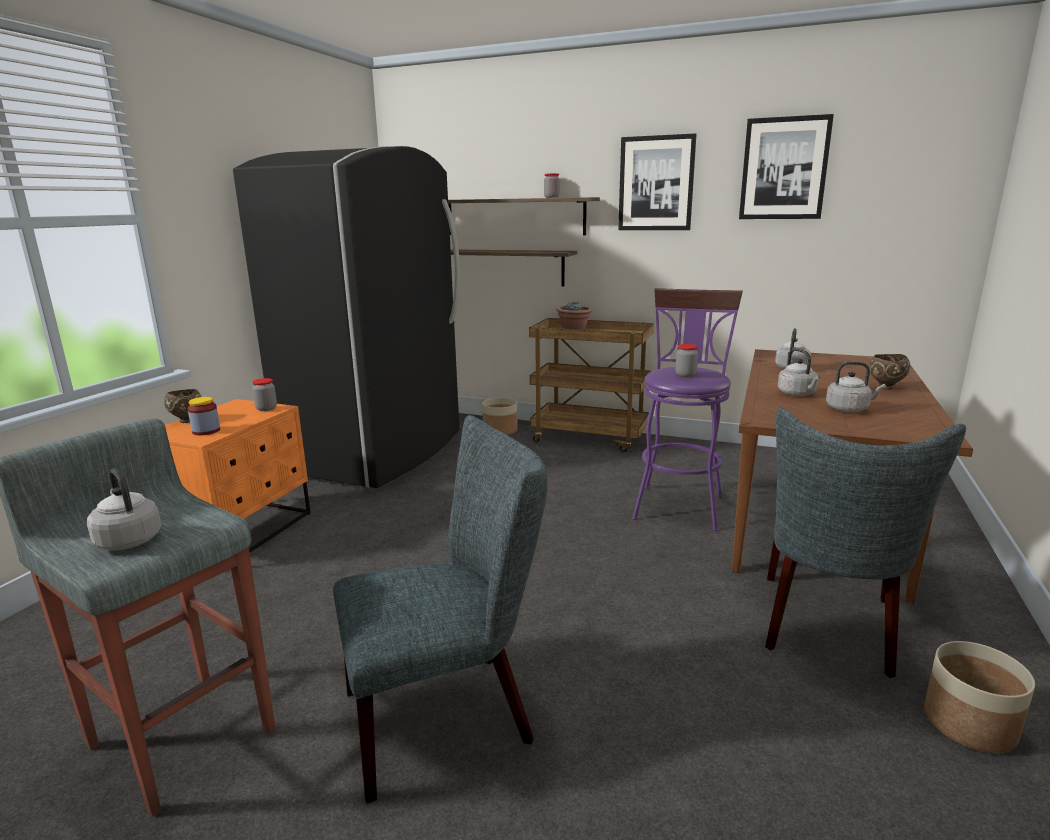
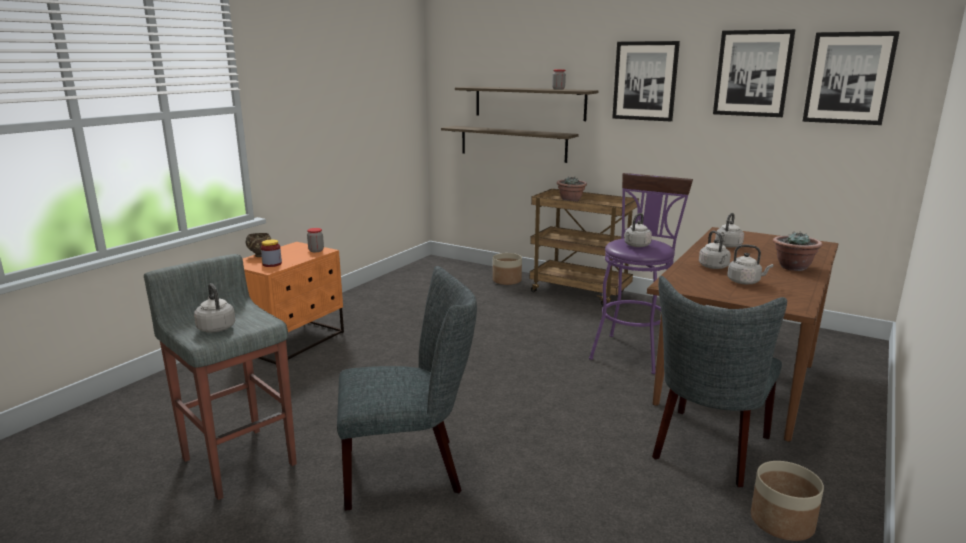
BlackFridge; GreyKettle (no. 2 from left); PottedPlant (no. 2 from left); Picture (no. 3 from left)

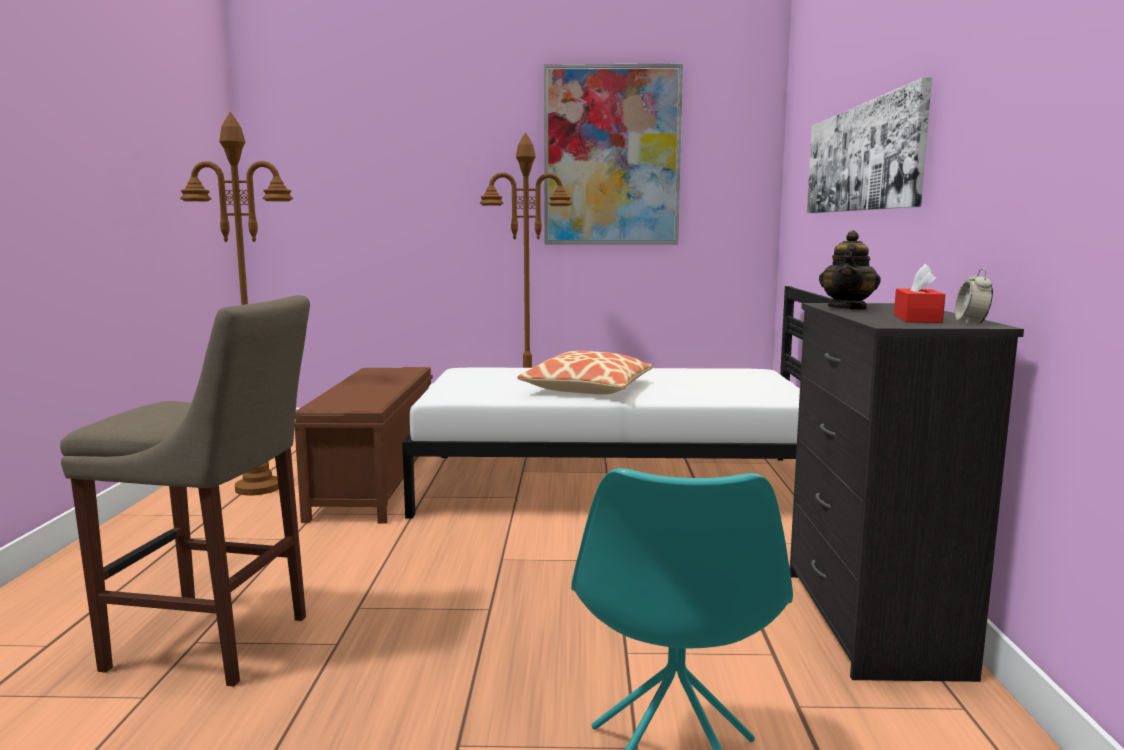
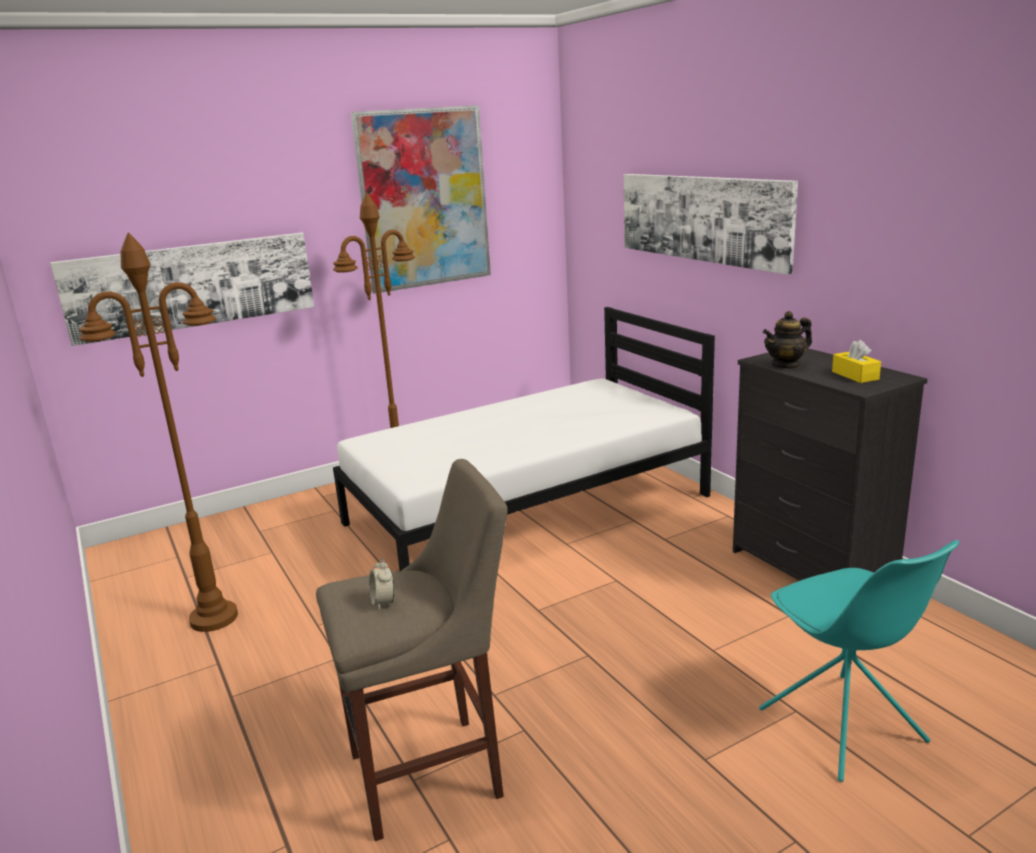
BrownBench; Pillow; Teapot; YellowTissueBox; AlarmClock; Picture (no. 1 from left)

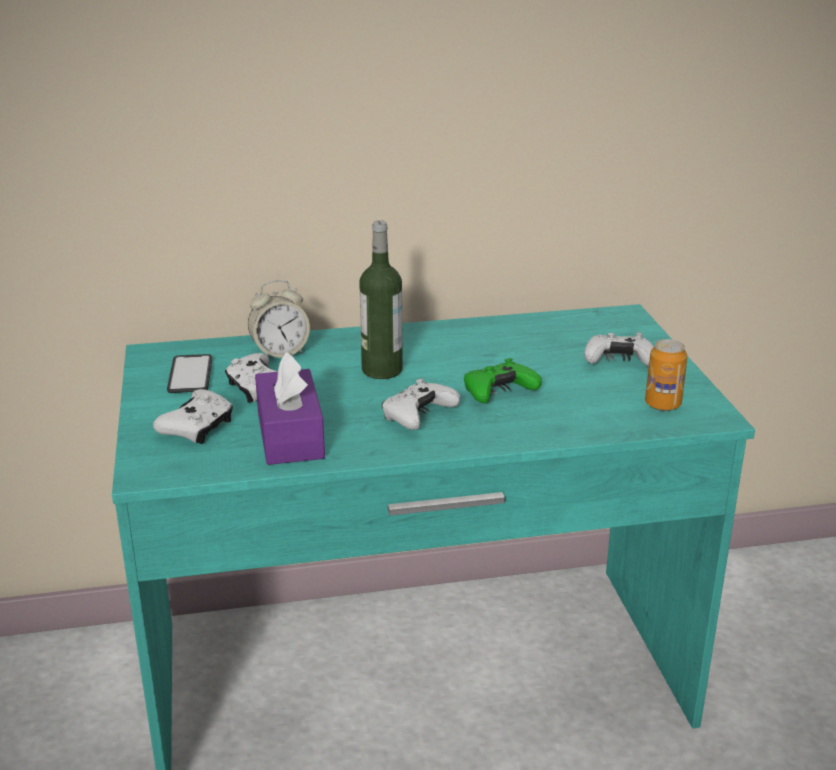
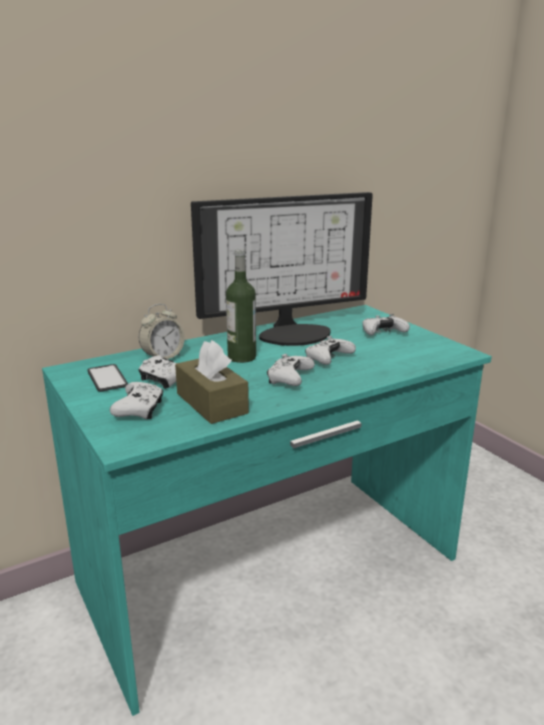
BrownTissueBox; WhiteGameController (no. 4 from left); Can; Monitor

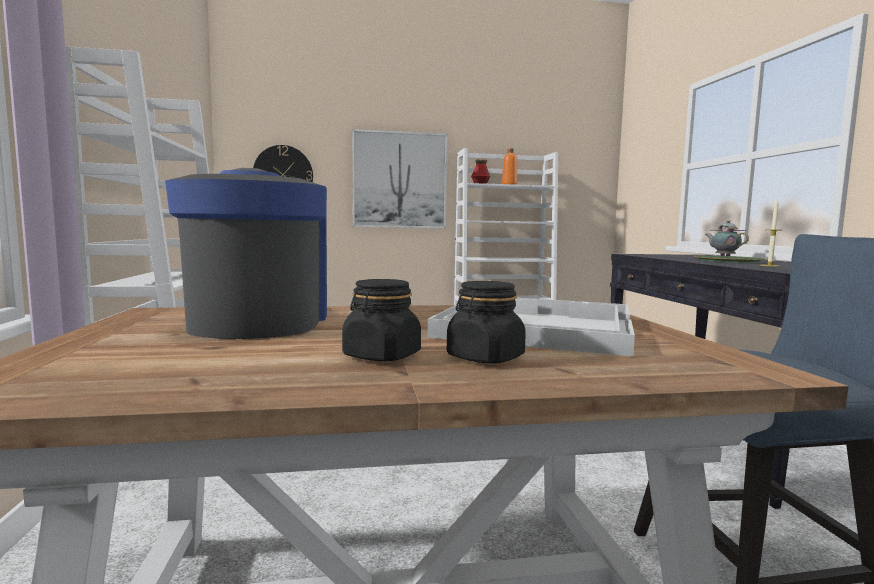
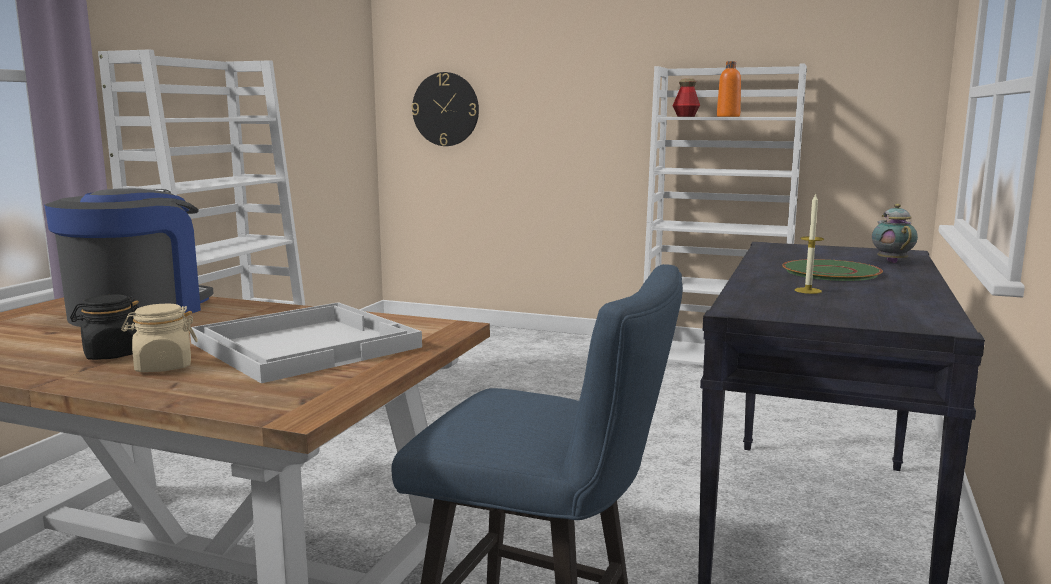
Picture; BeigeJar

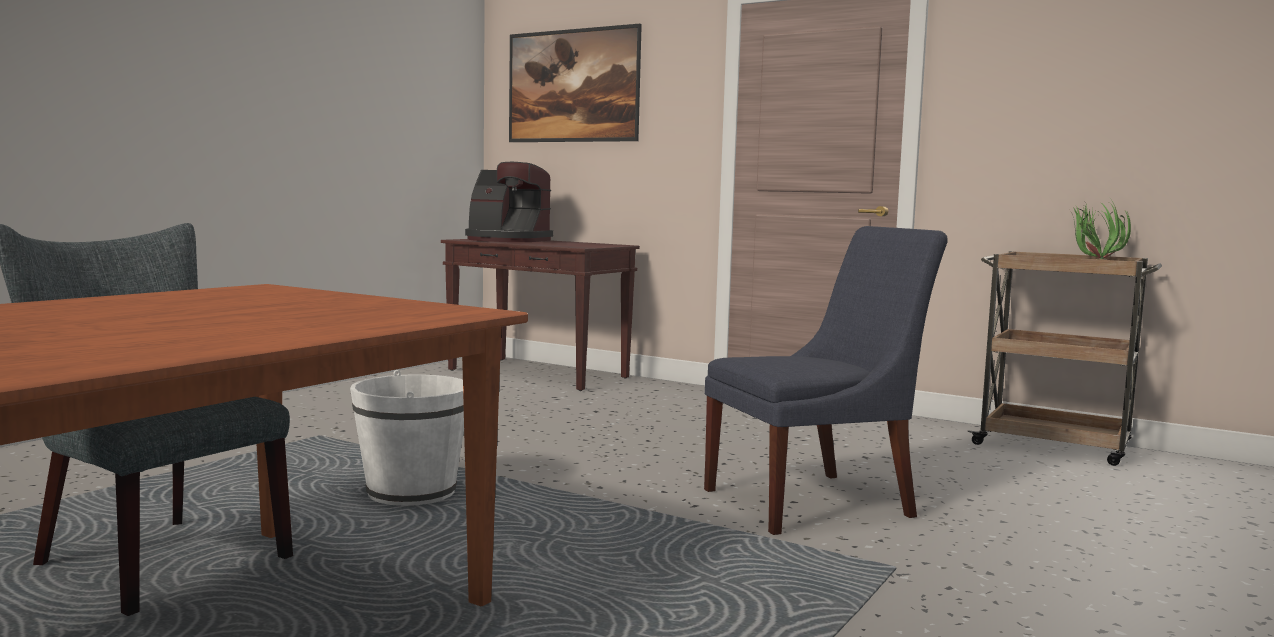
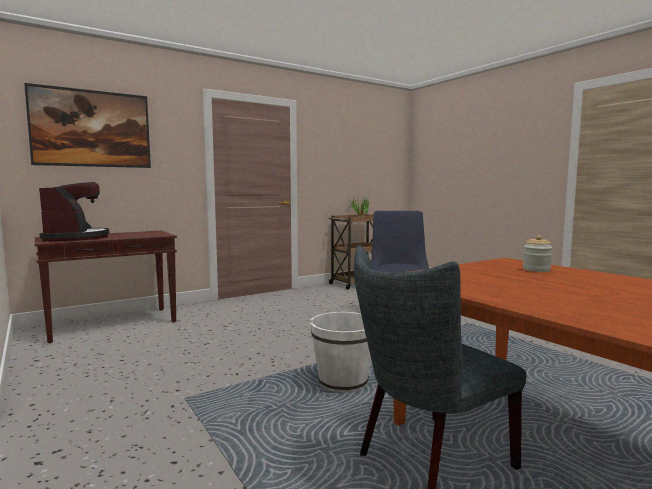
CoffeeMachine; Jar

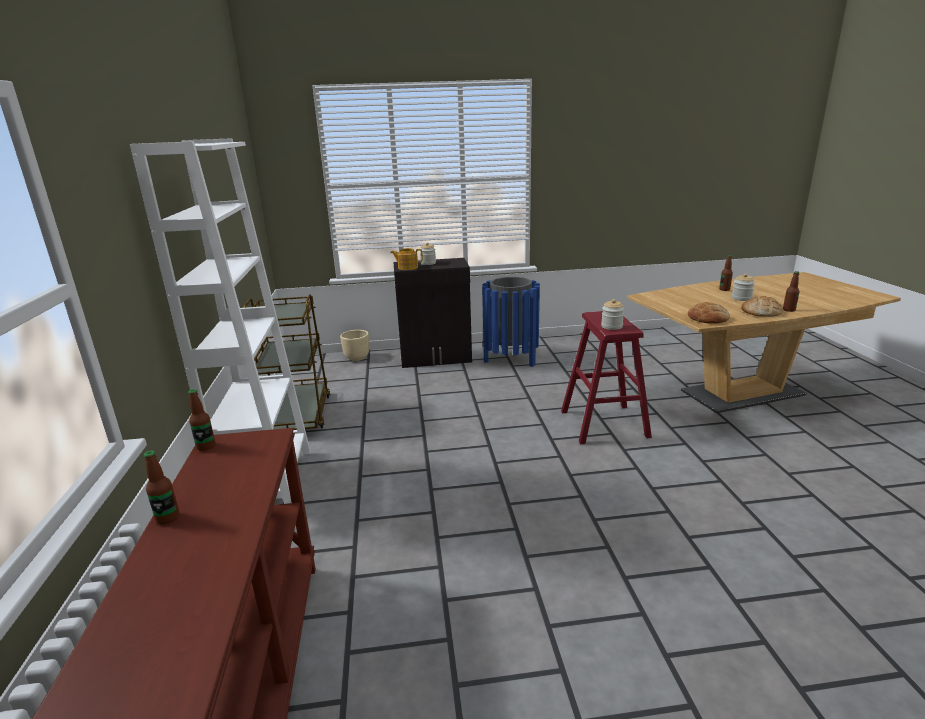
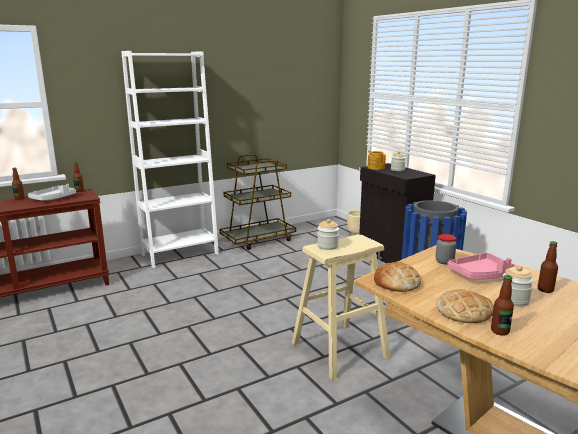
BeigeStool; GreyTray; Jar (no. 3 from left); PinkTray

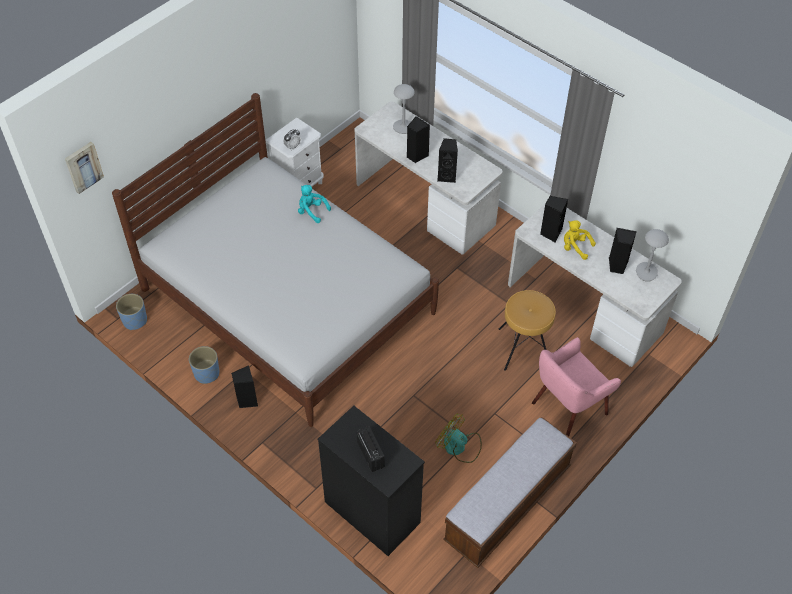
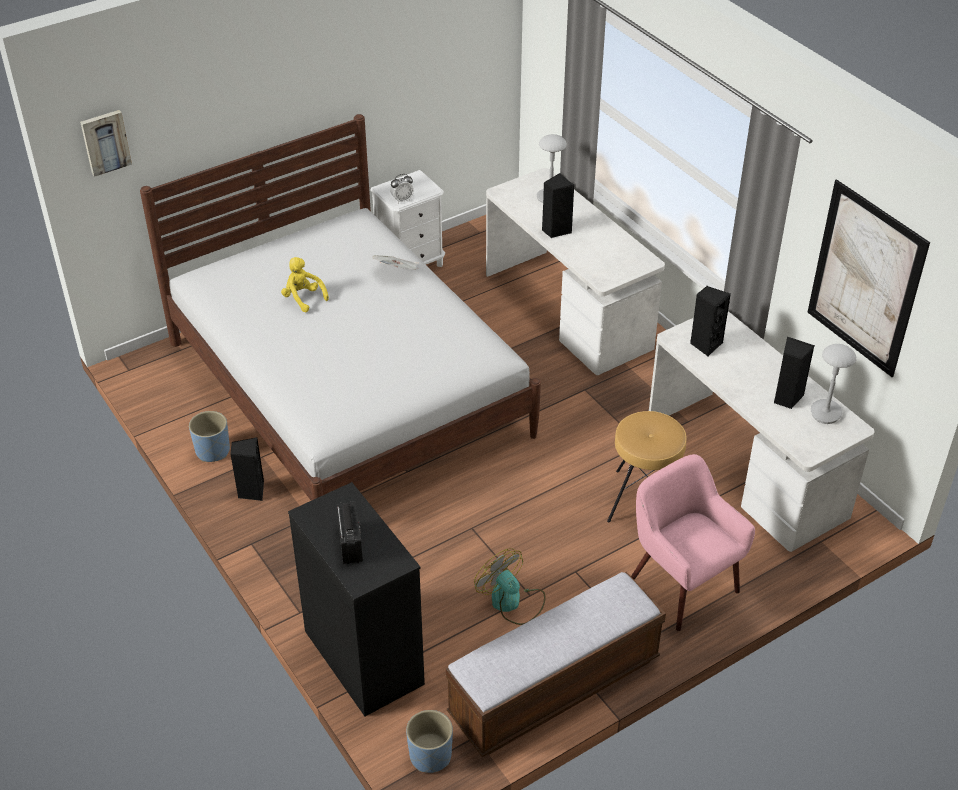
BluePlanter (no. 2 from left); Newspaper; BlackSpeaker (no. 3 from left in the first image); PinkArmchair; YellowPlushToy; Picture (no. 2 from left)

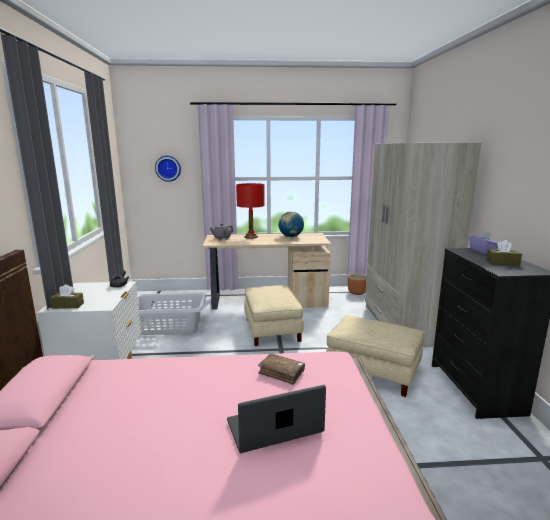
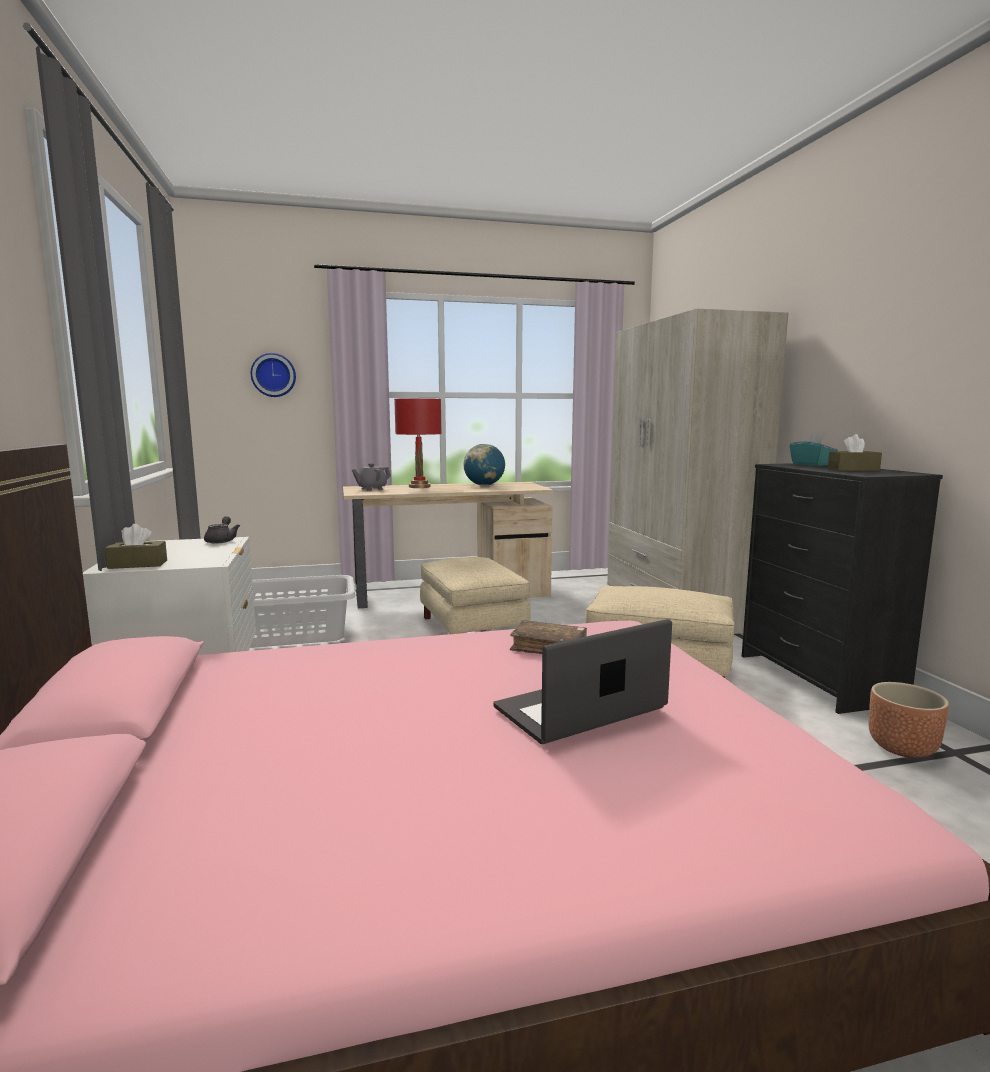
BrownPlanter; TurquoiseTissueBox

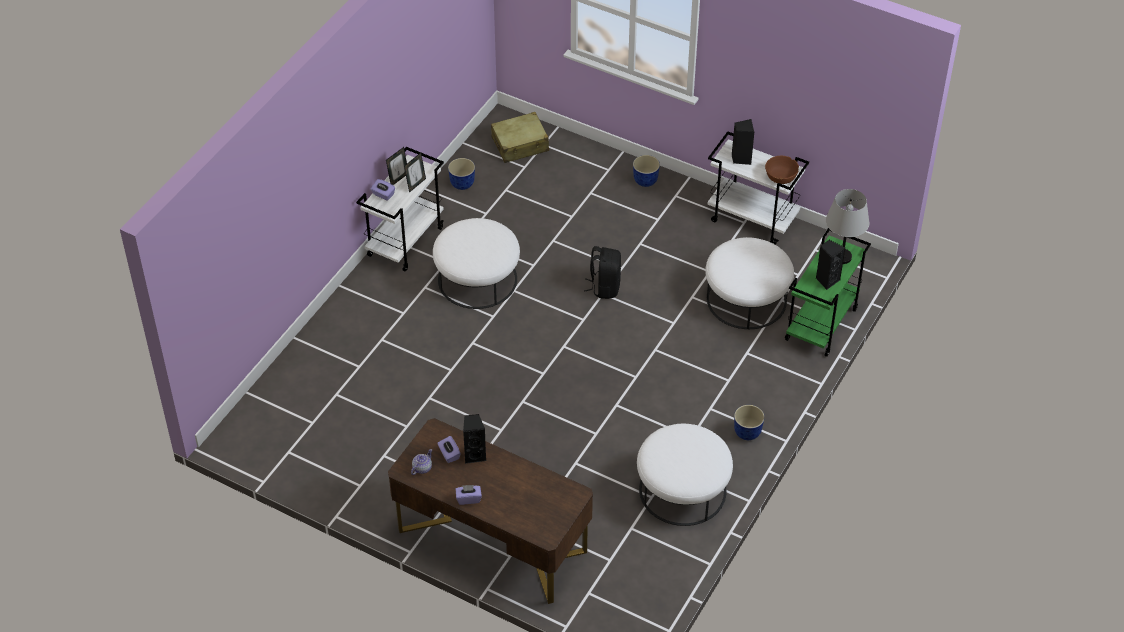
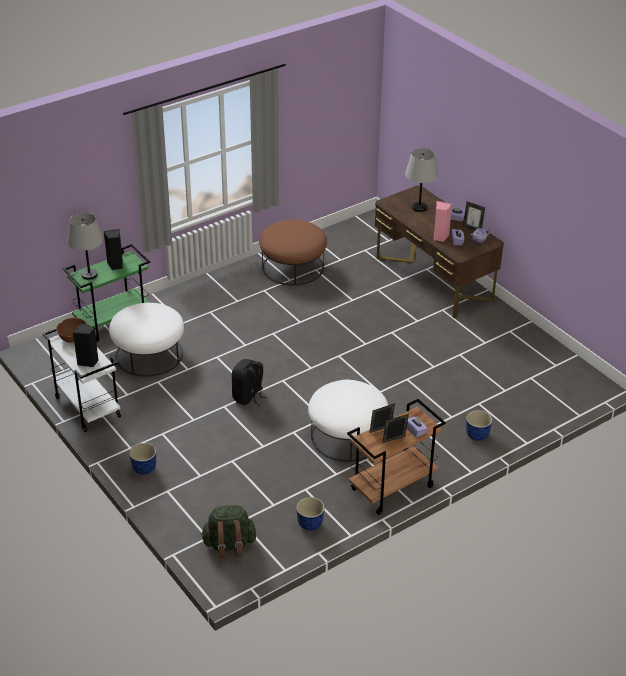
BrownCart; PinkSpeaker; GreenBackpack; BrownOttoman; Planter (no. 3 from left); GreyTableLamp (no. 2 from left); PictureFrame (no. 3 from left)

